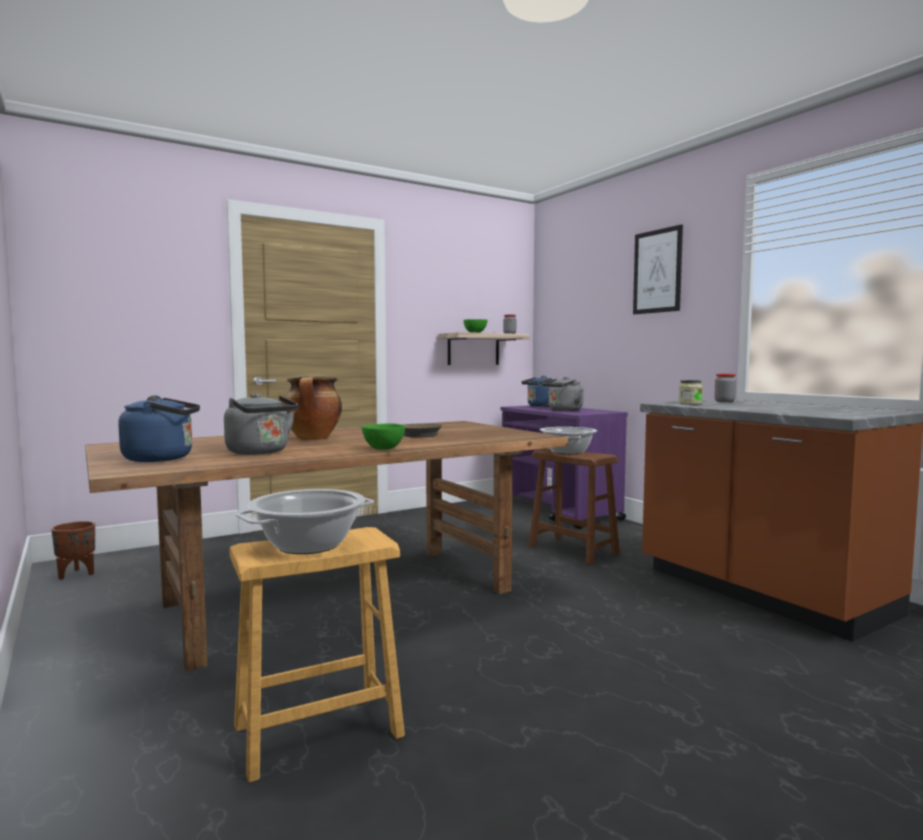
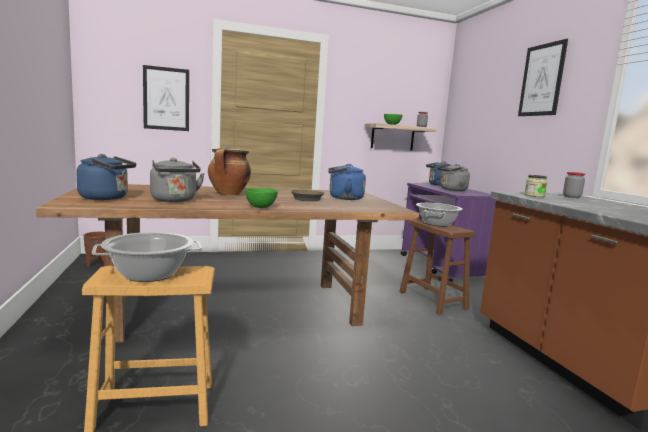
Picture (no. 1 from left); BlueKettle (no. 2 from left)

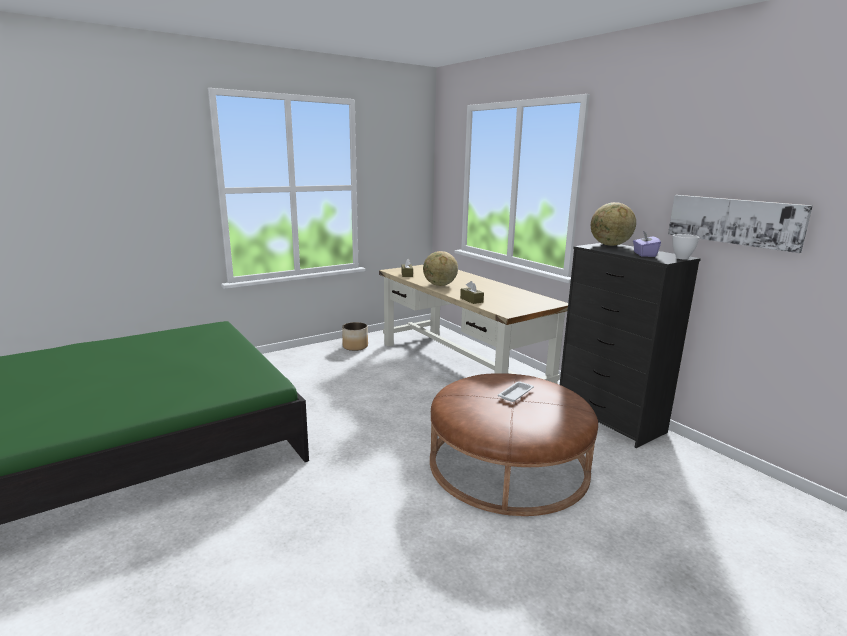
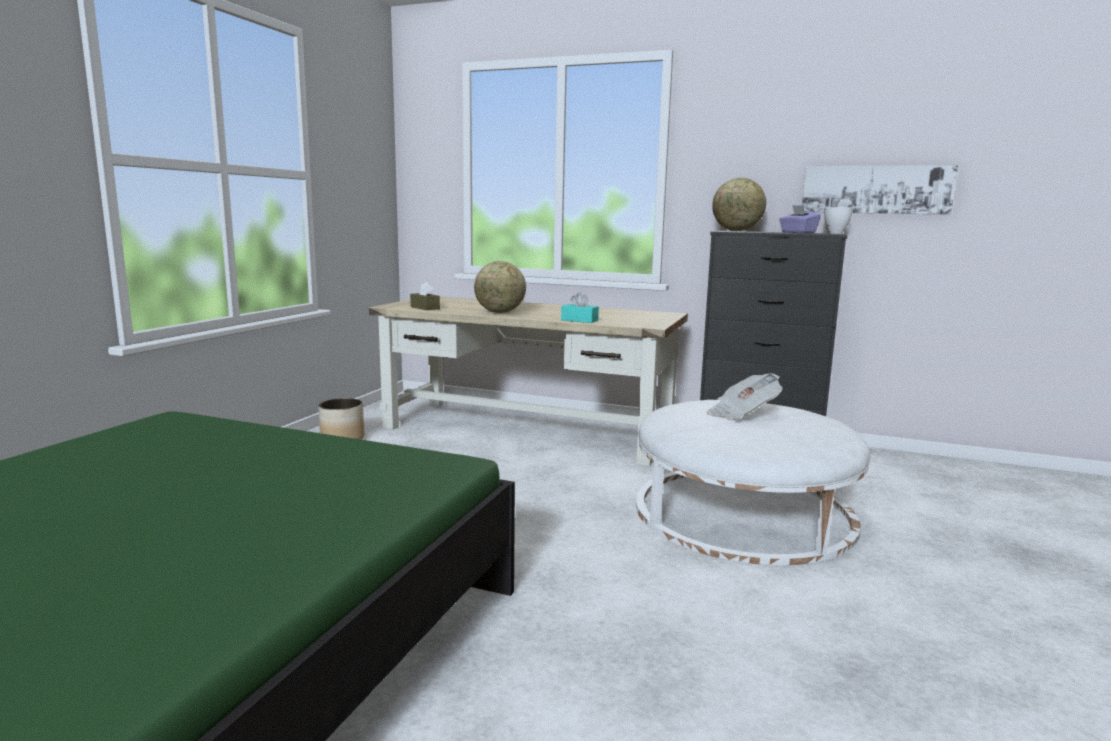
WhiteOttoman; TurquoiseTissueBox; Newspaper

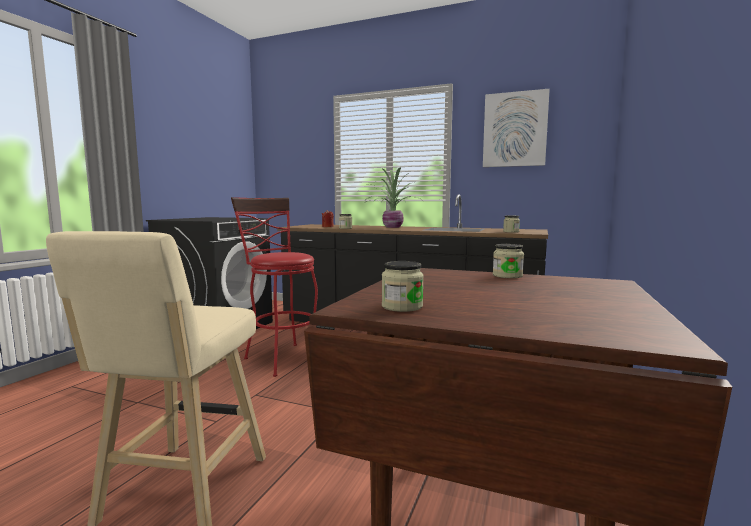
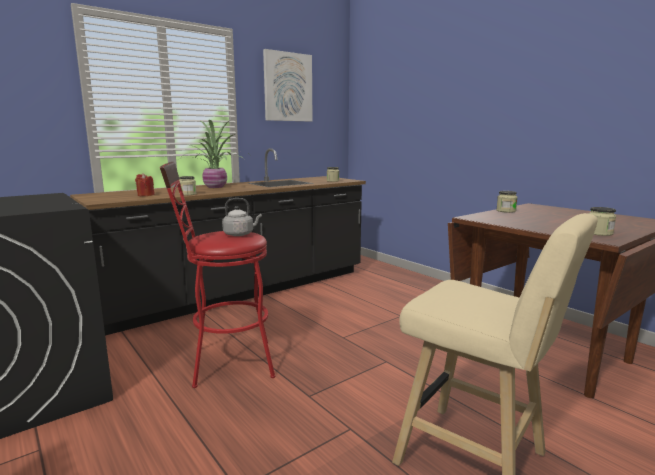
GreyKettle

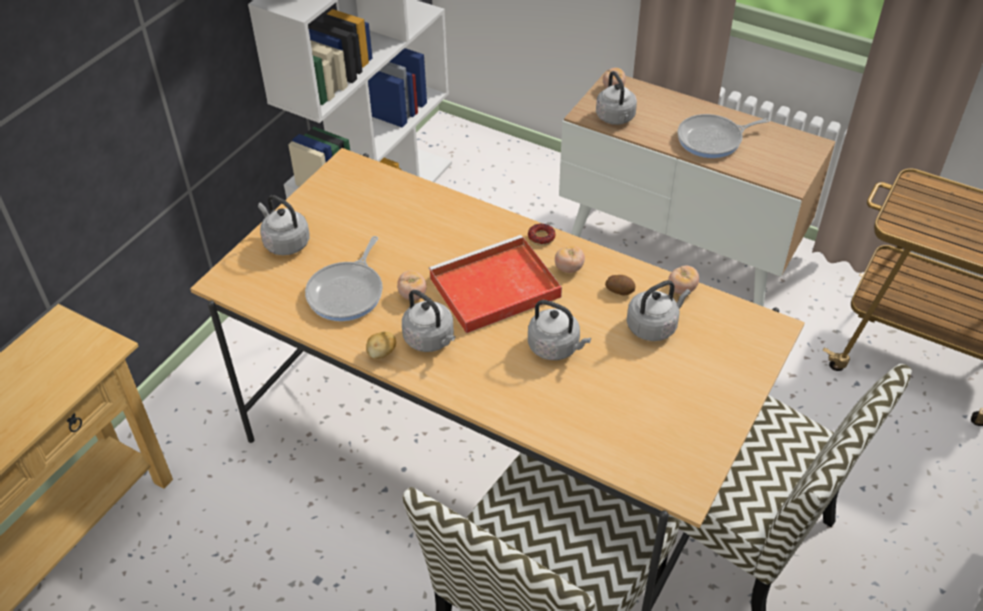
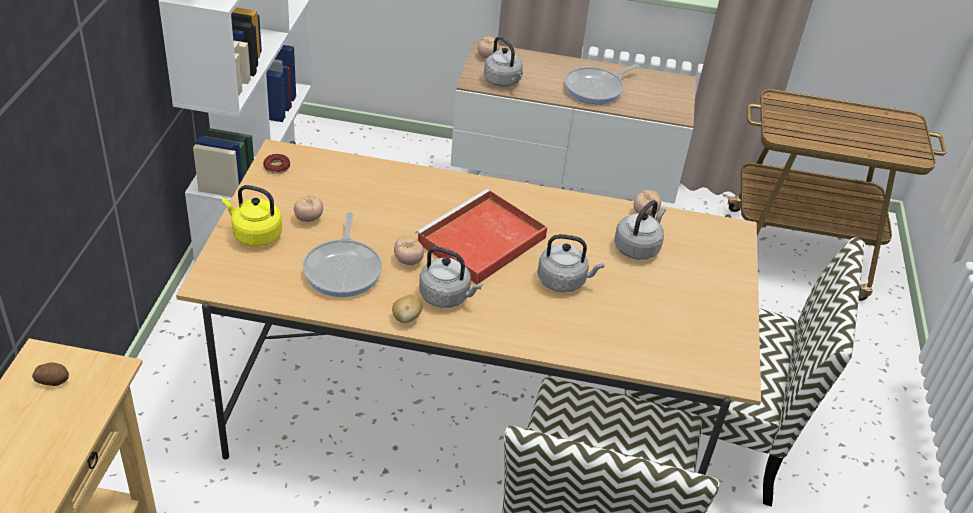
YellowKettle; Donut; Tomato (no. 1 from left); Potato (no. 1 from left)

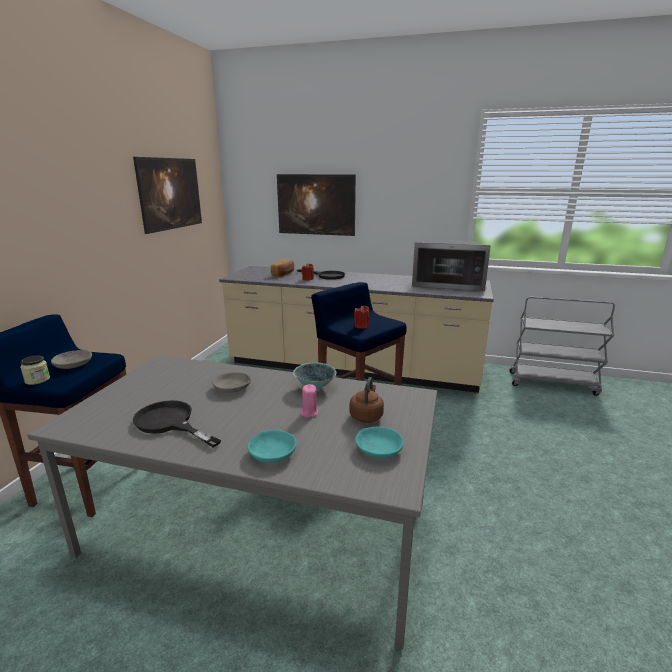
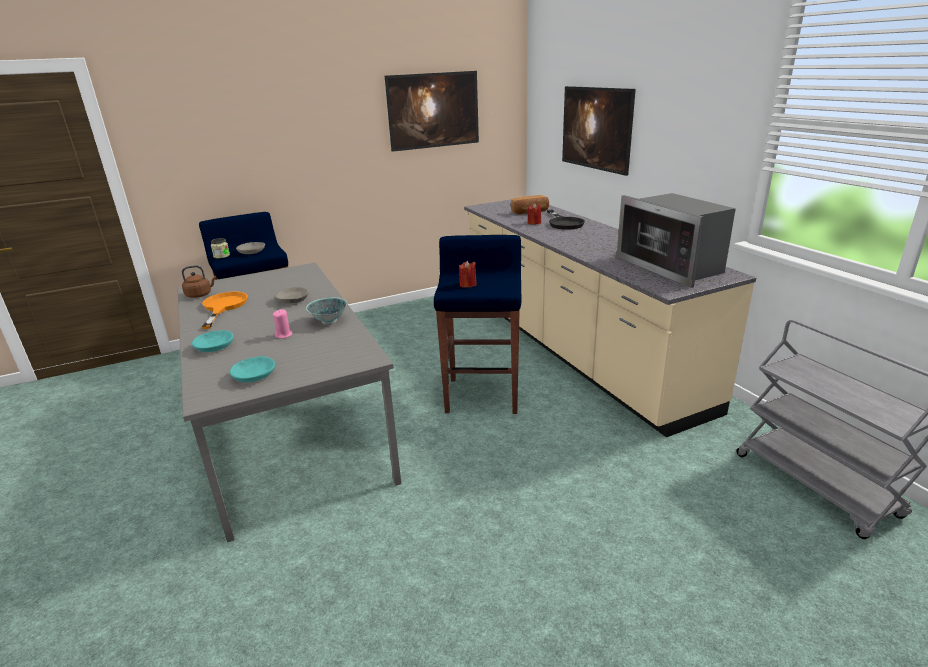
OrangeFryingPan; BrownKettle

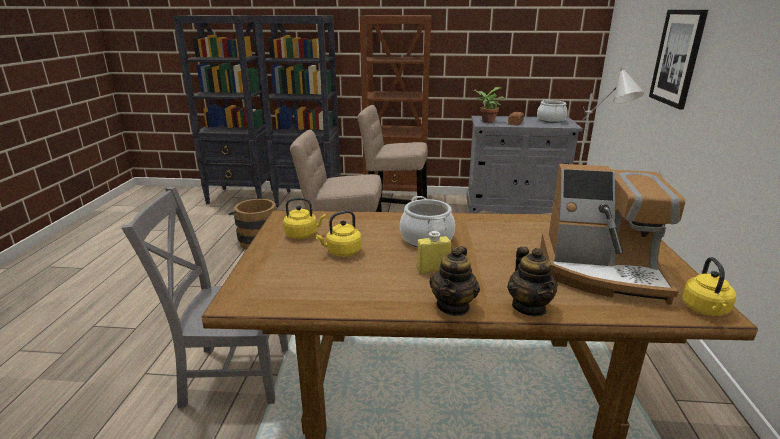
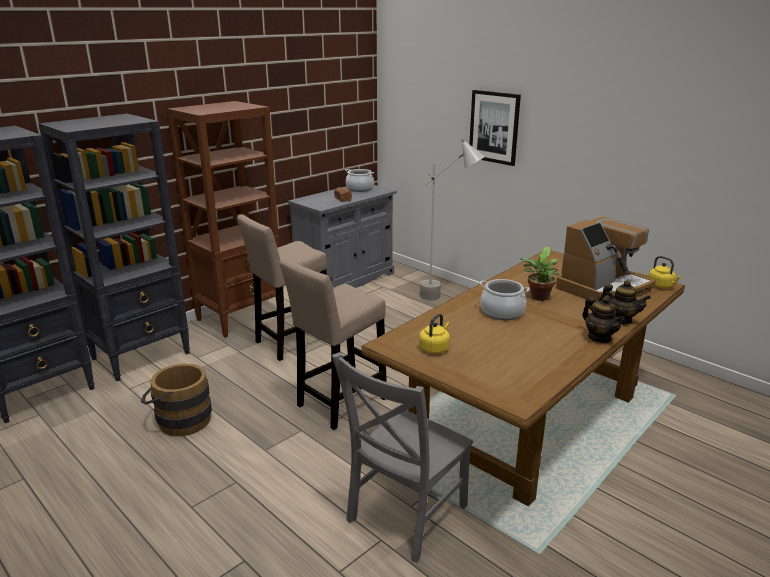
YellowKettle (no. 2 from left in the first image); YellowBottle; PottedPlant

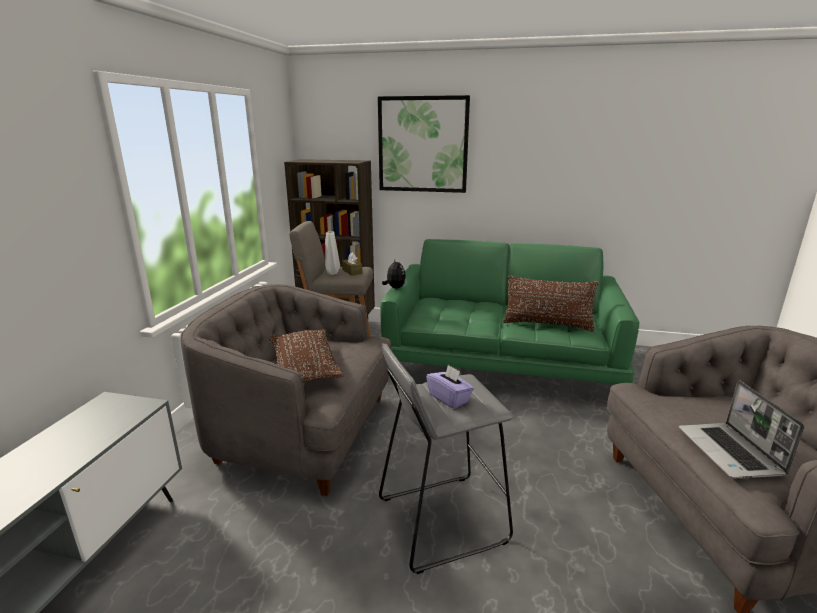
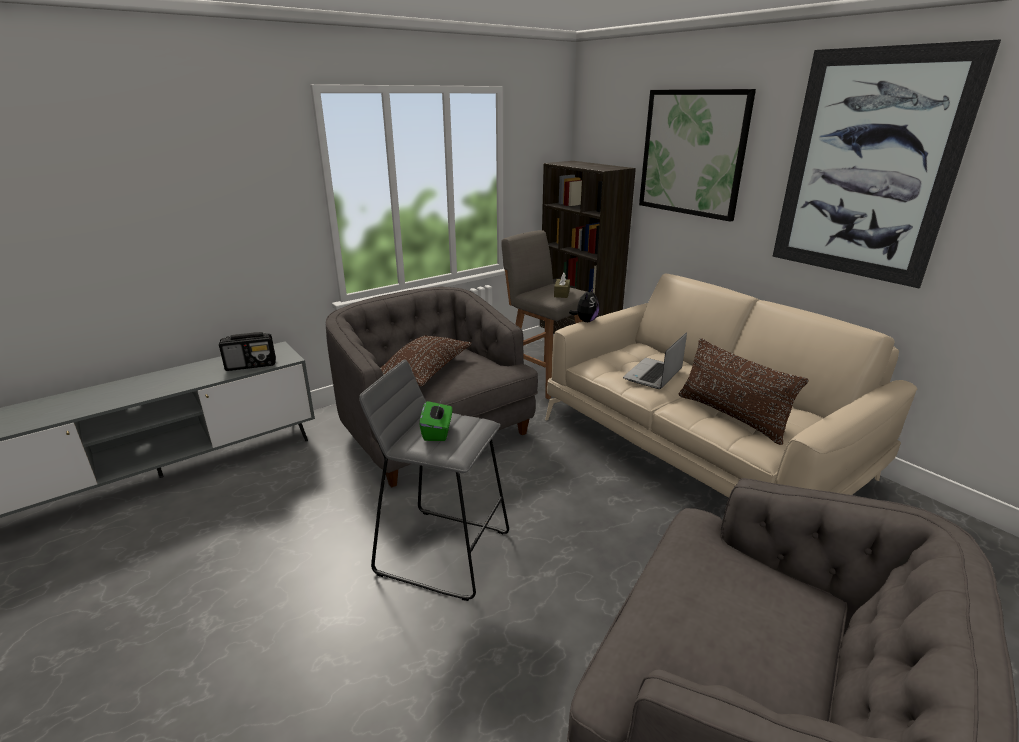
GreyVase; BeigeSofa; GreenTissueBox; Laptop; Radio; Picture (no. 2 from left)

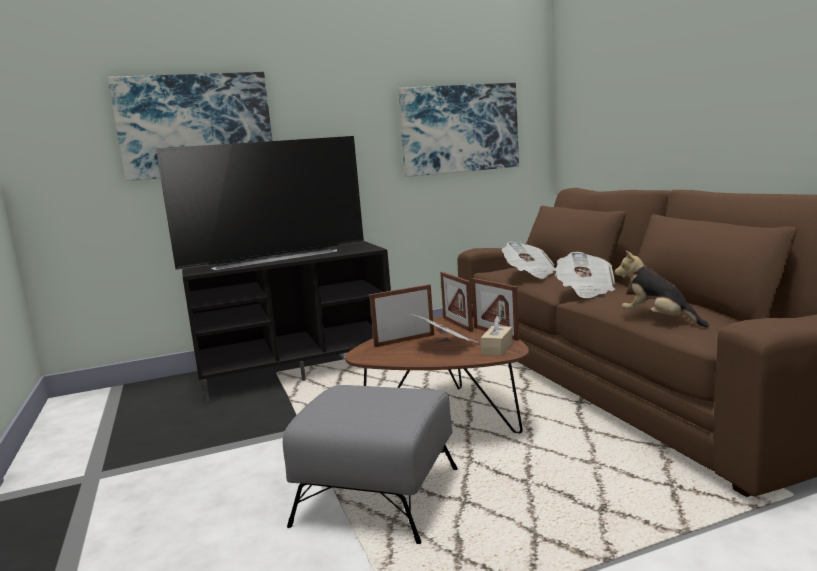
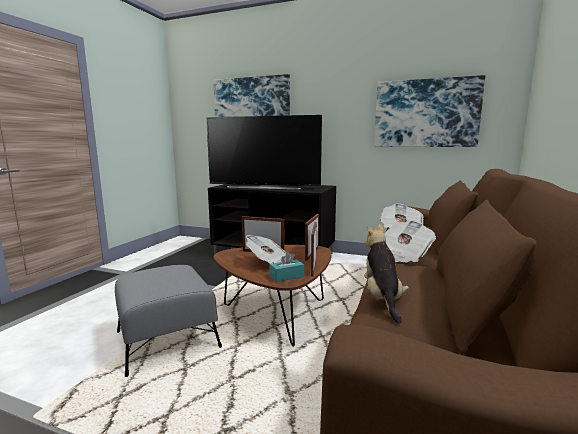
TurquoiseTissueBox

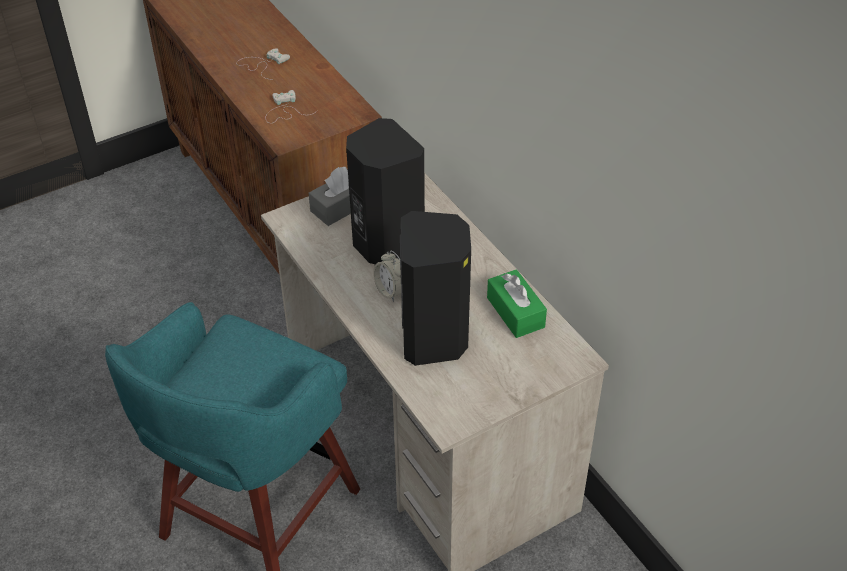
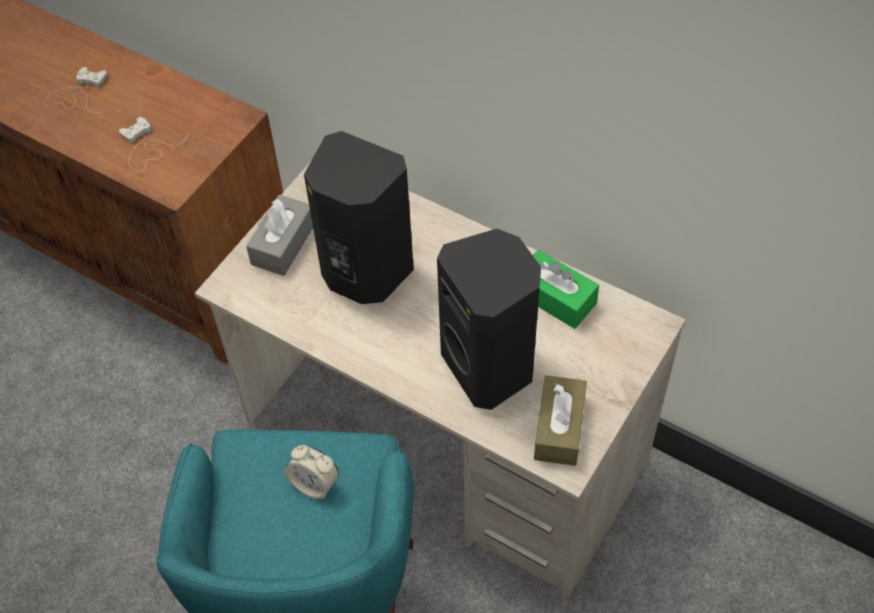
AlarmClock; BrownTissueBox

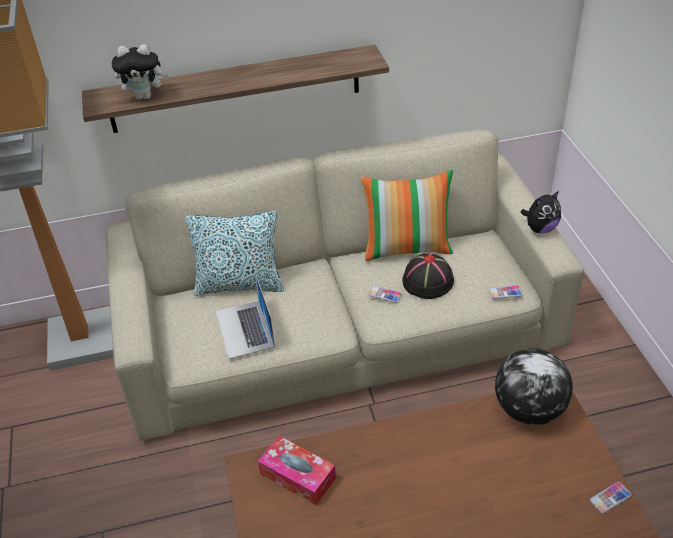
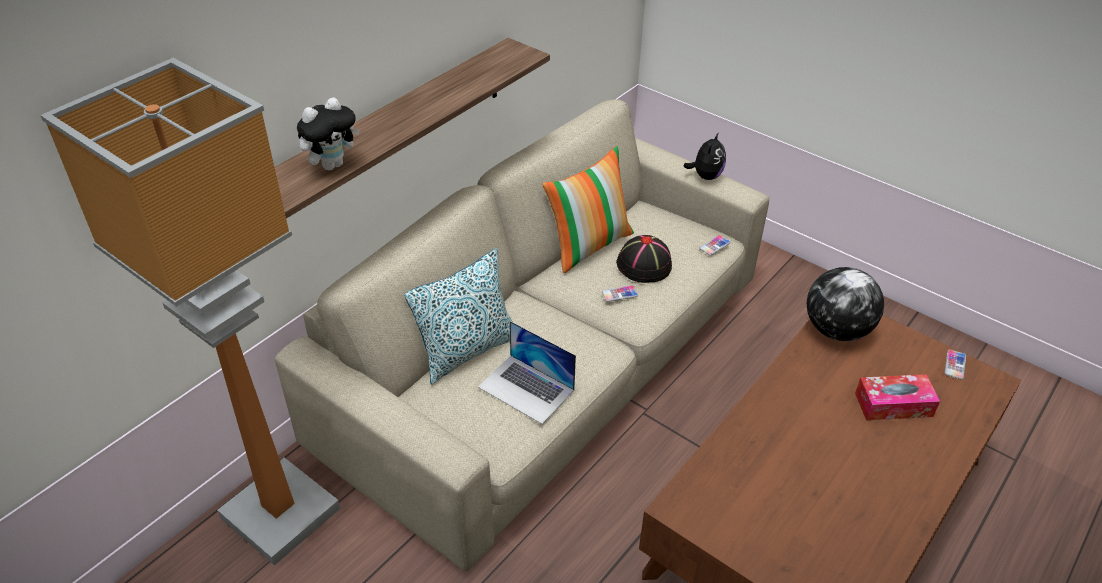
TissueBox

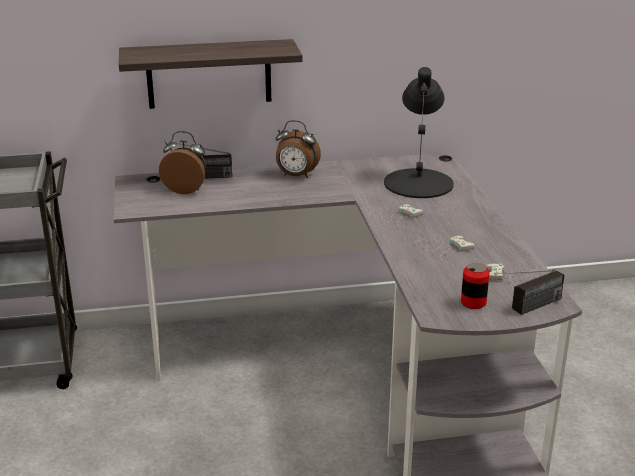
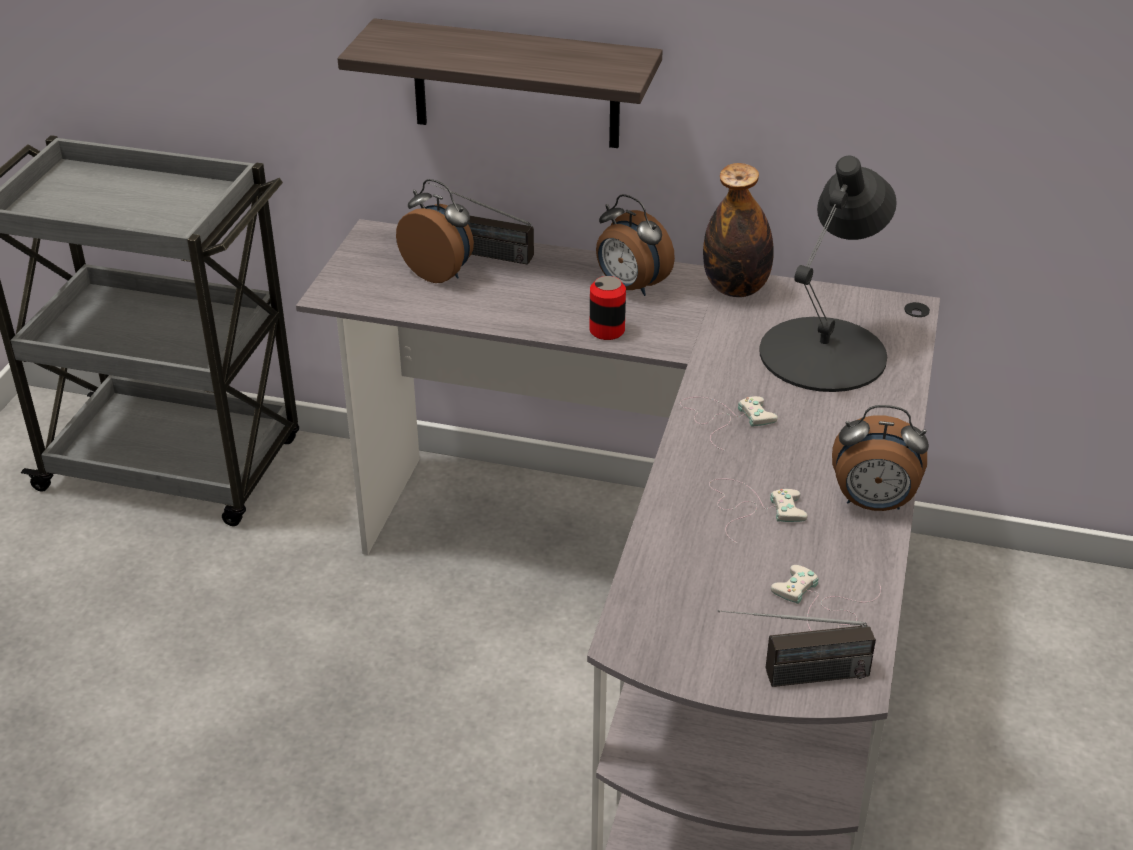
Can; Bottle; AlarmClock (no. 3 from left)

